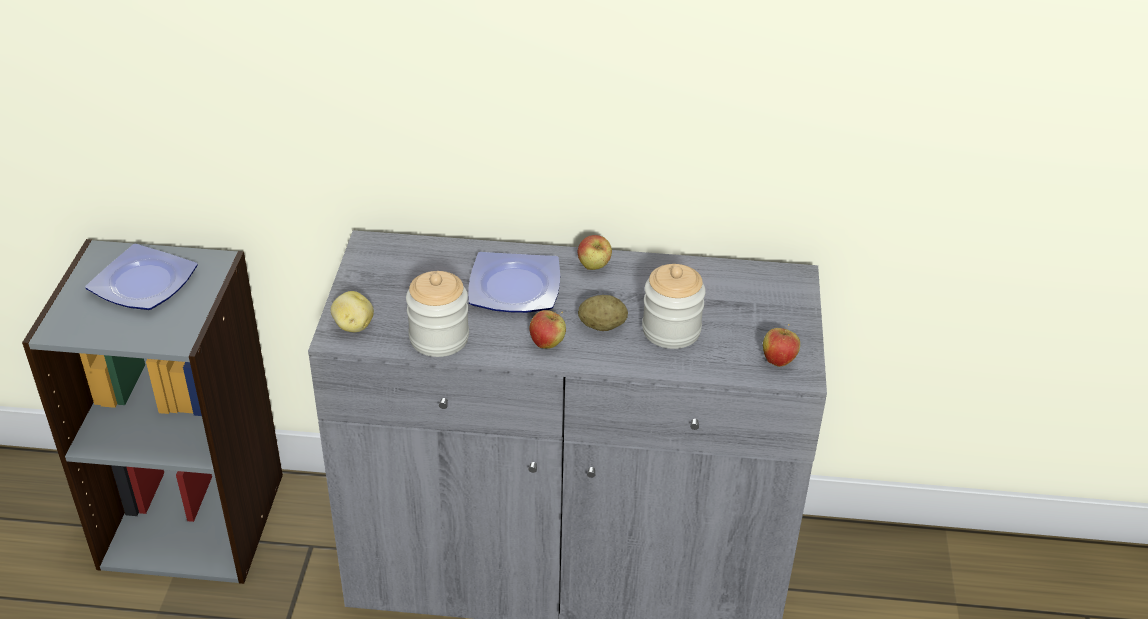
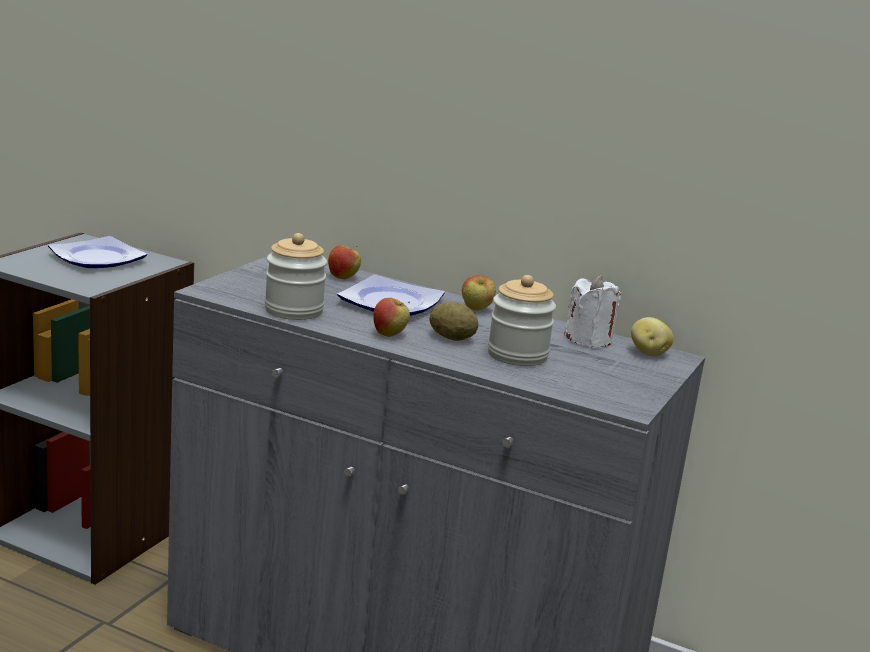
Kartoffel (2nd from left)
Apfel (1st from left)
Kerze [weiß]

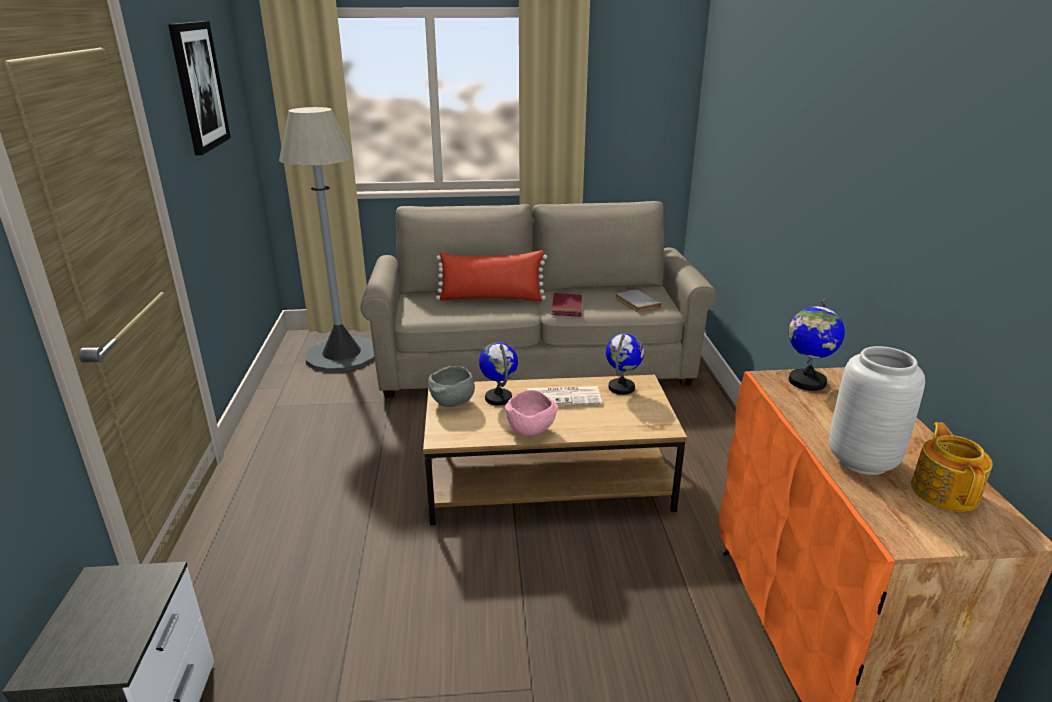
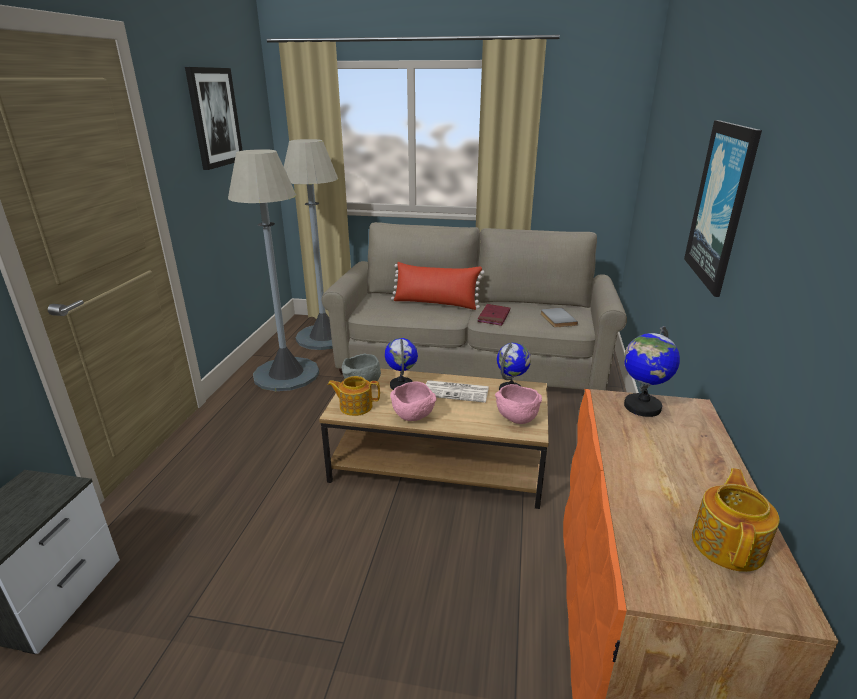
Vase [grau]
Stehlampe [grau] (1st from left)
Teekanne (1st from left)
Schüssel [rosa] (2nd from left)
Bild (2nd from left)

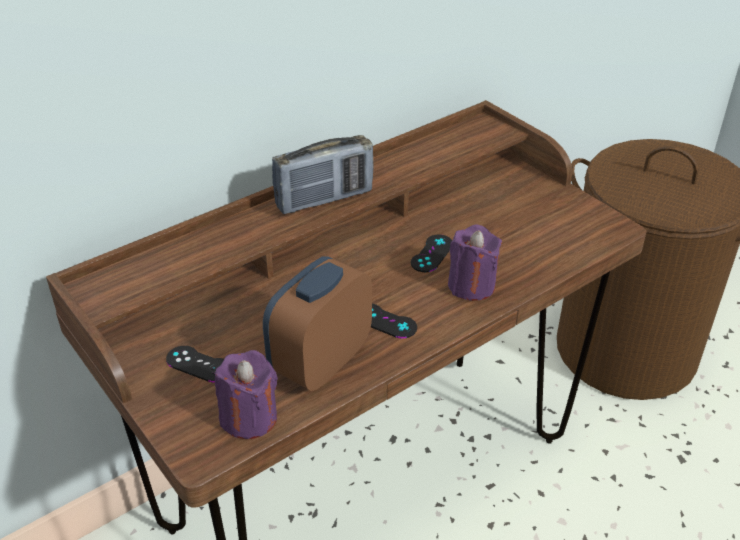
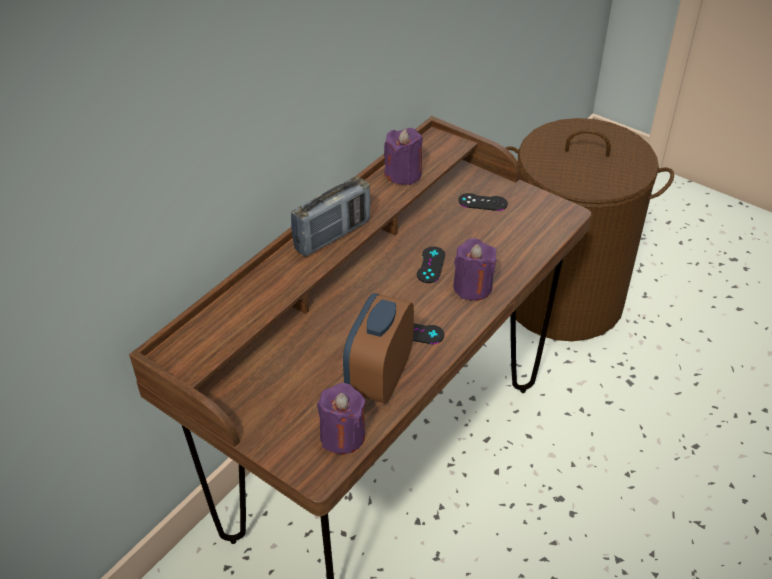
Gamepad [schwarz] (3rd from left)
Kerze [lila] (2nd from left)

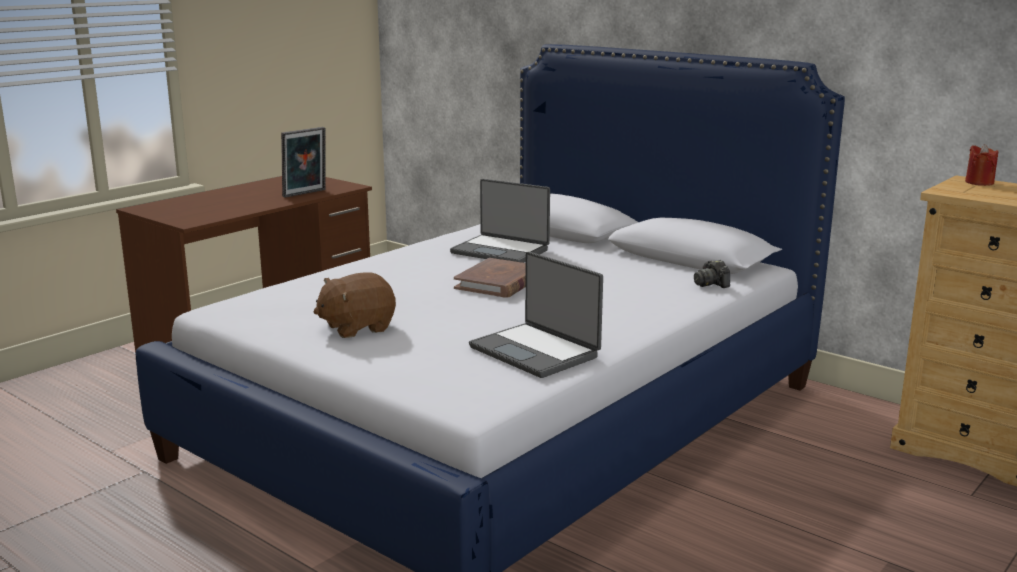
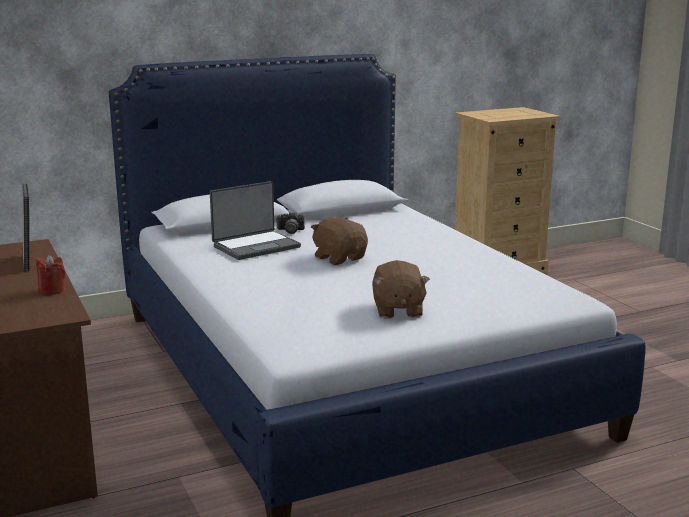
Plüschtier [braun] (1st from left)
Laptop (2nd from left in the first image)
Kamera
Kerze [rot]

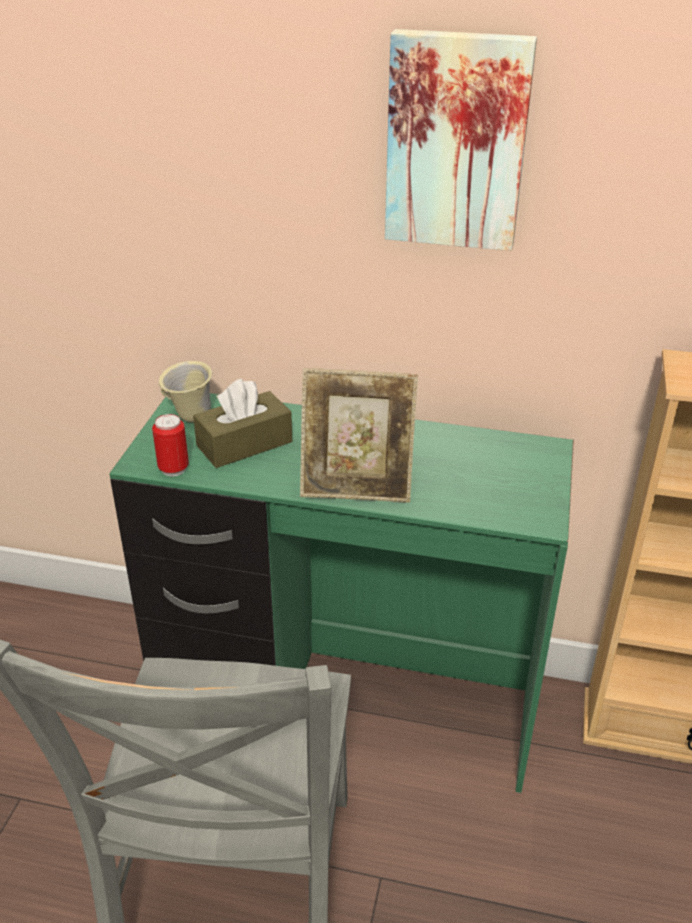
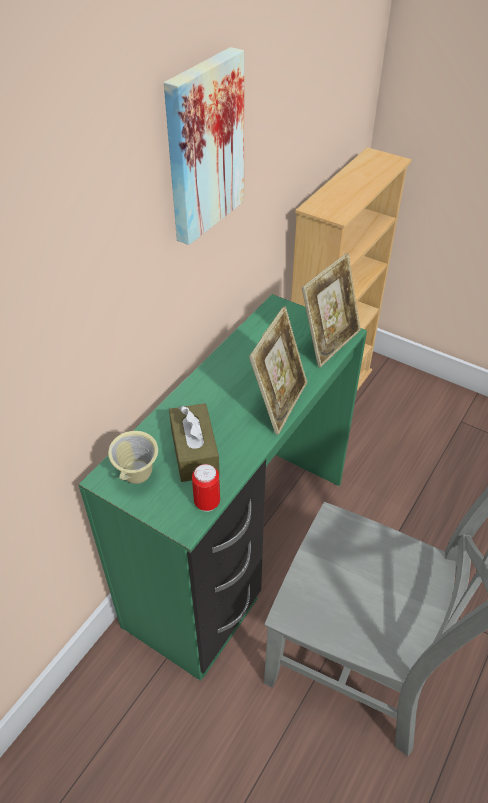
Bilderrahmen (2nd from left)

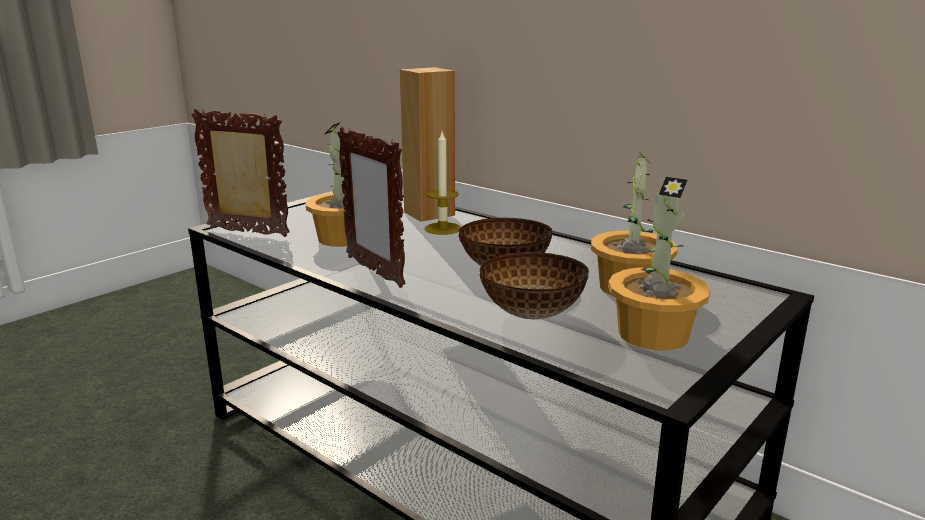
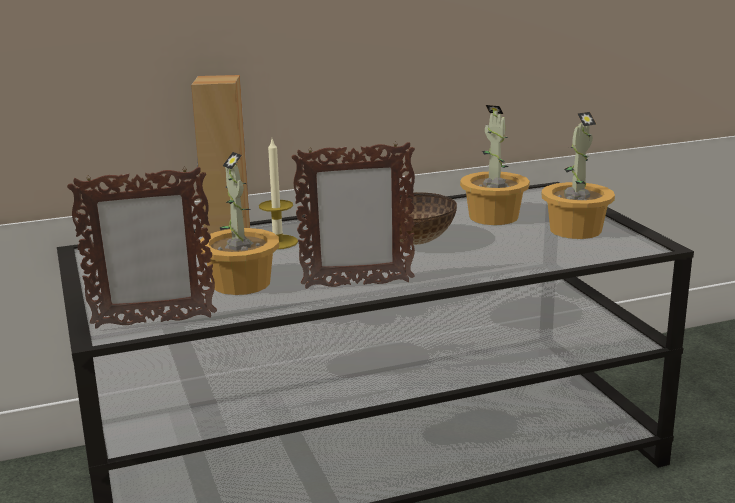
Bilderrahmen (1st from left)
Schüssel (2nd from left in the first image)

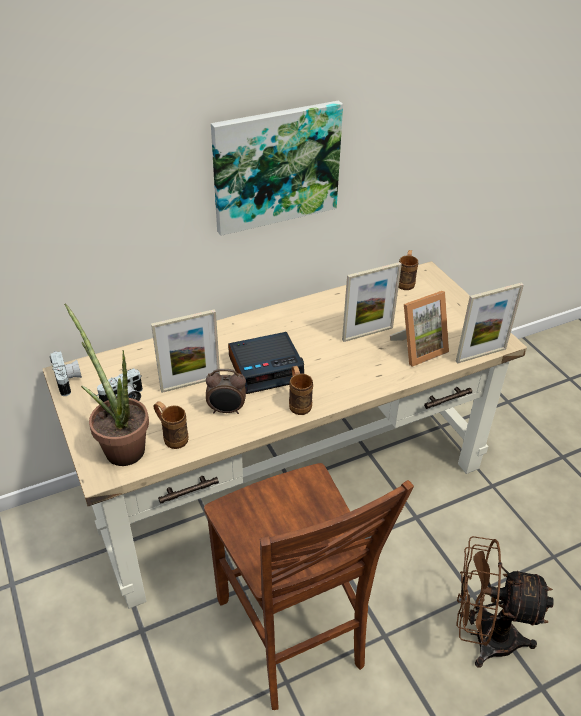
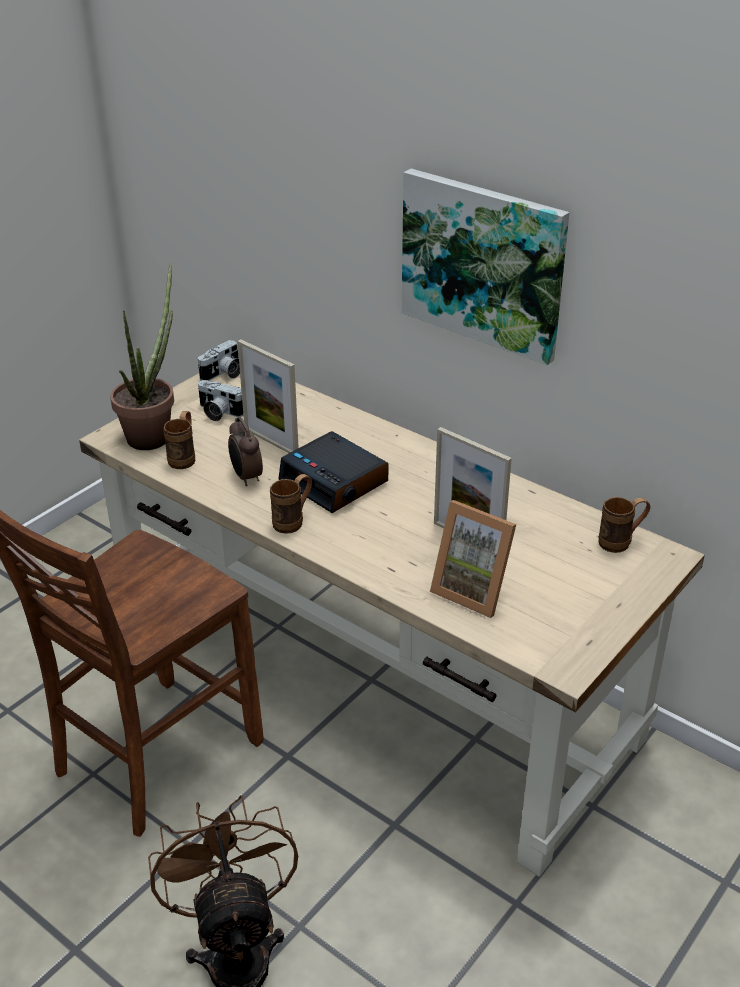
Bilderrahmen (4th from left in the first image)

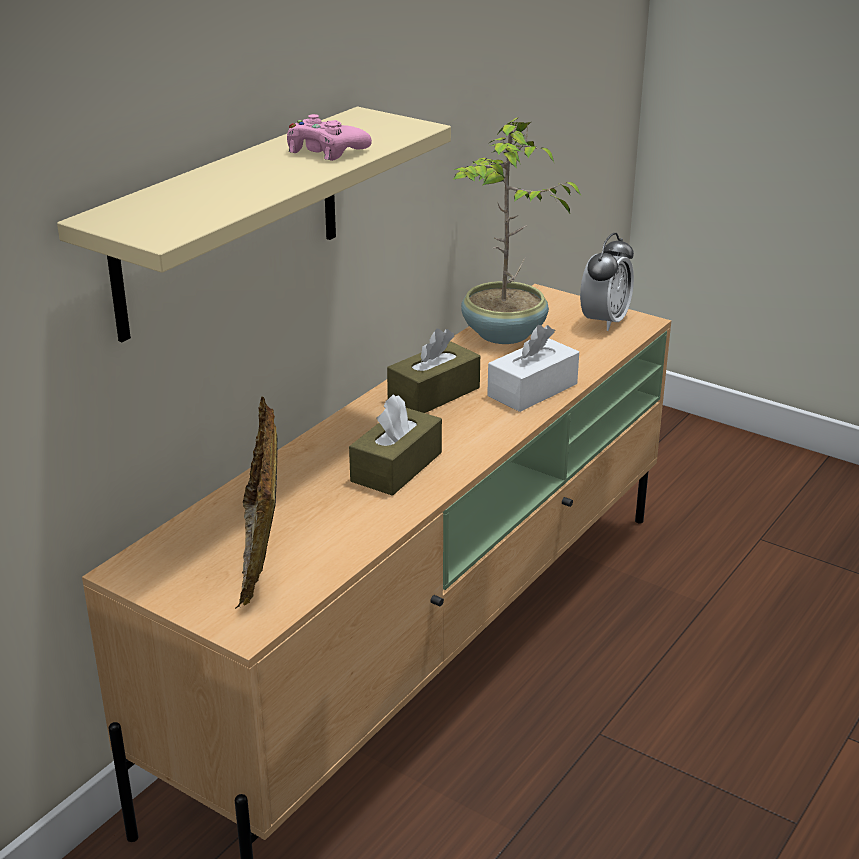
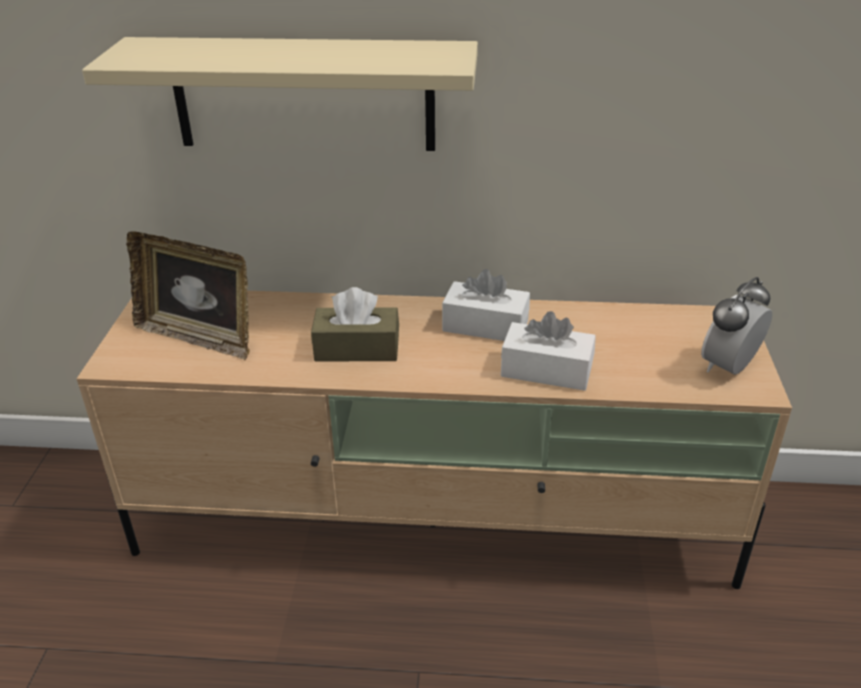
Bilderrahmen
Gamepad [rosa]
Taschentuchbox [weiß] (1st from left)
Topfpflanze
Wecker

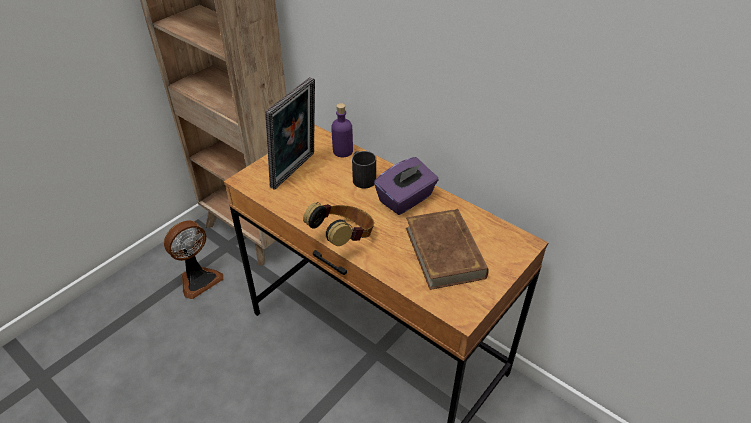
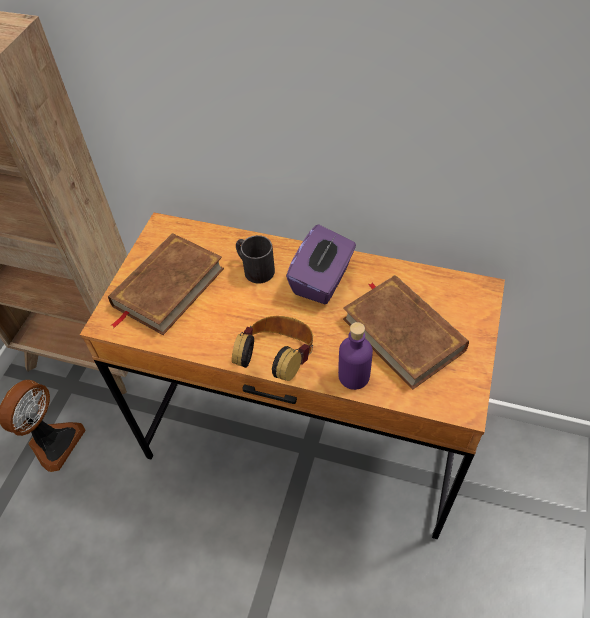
Buch [braun] (1st from left)
Flasche [lila]

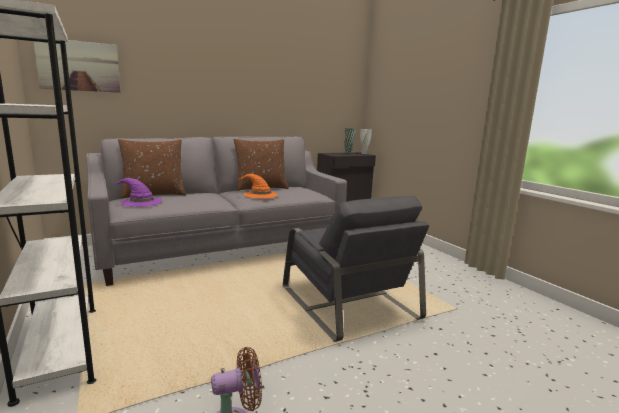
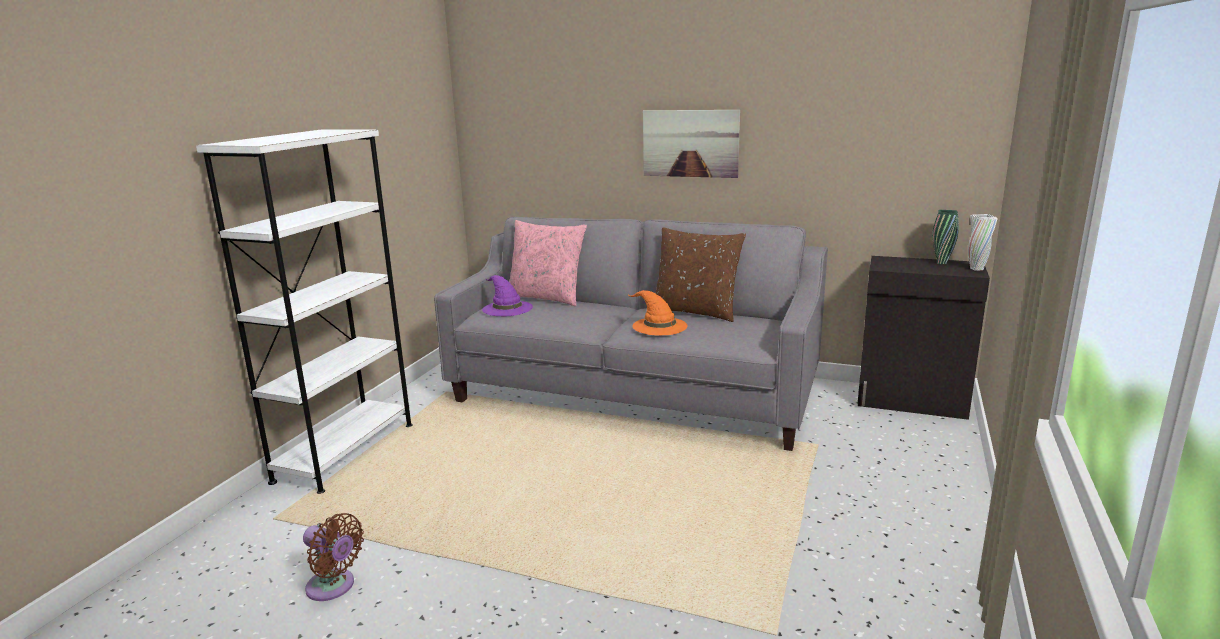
Bild
Kissen [rosa]
Sessel [grau]

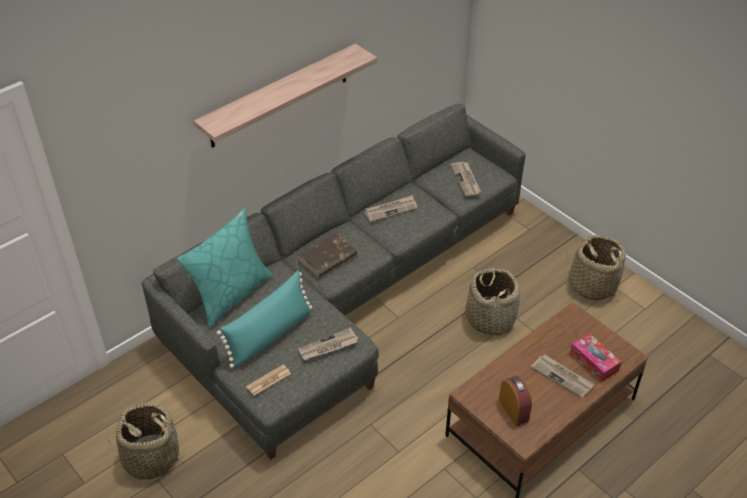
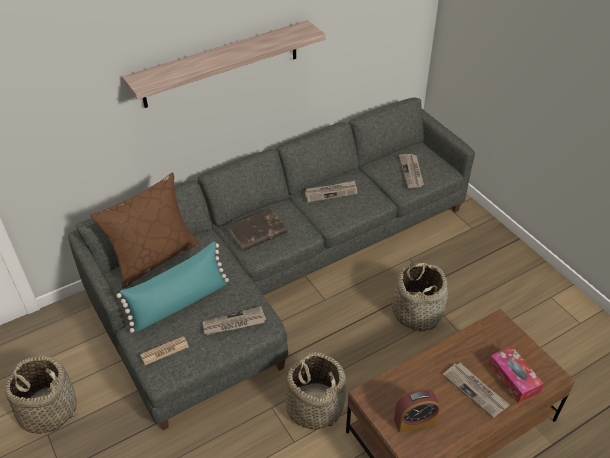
Kissen [braun]
Wecker
Korb (2nd from left)

